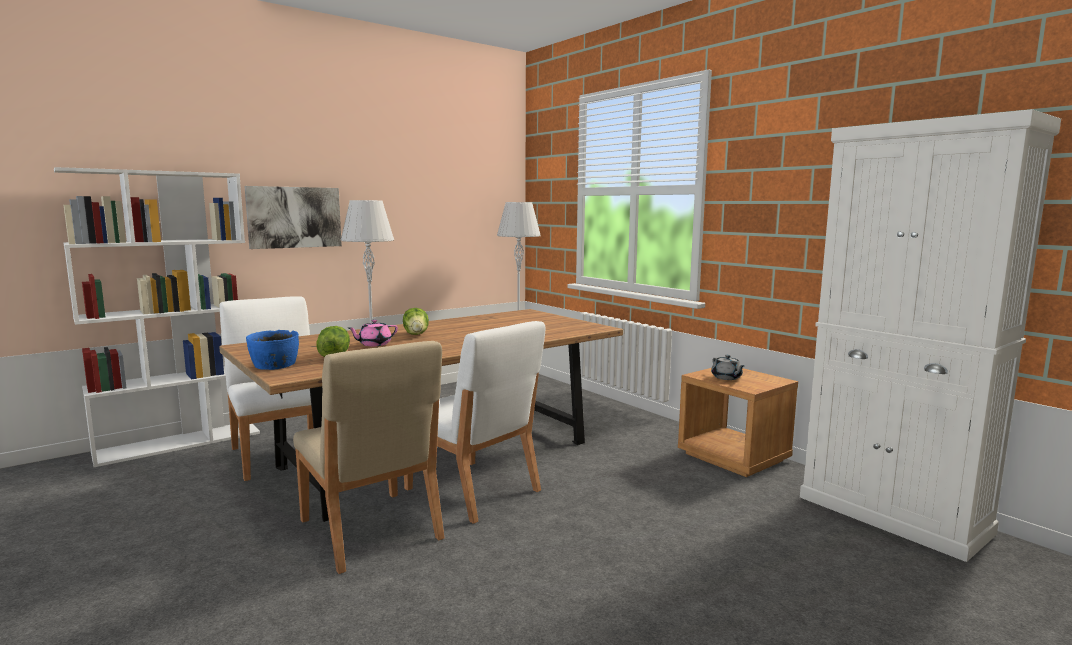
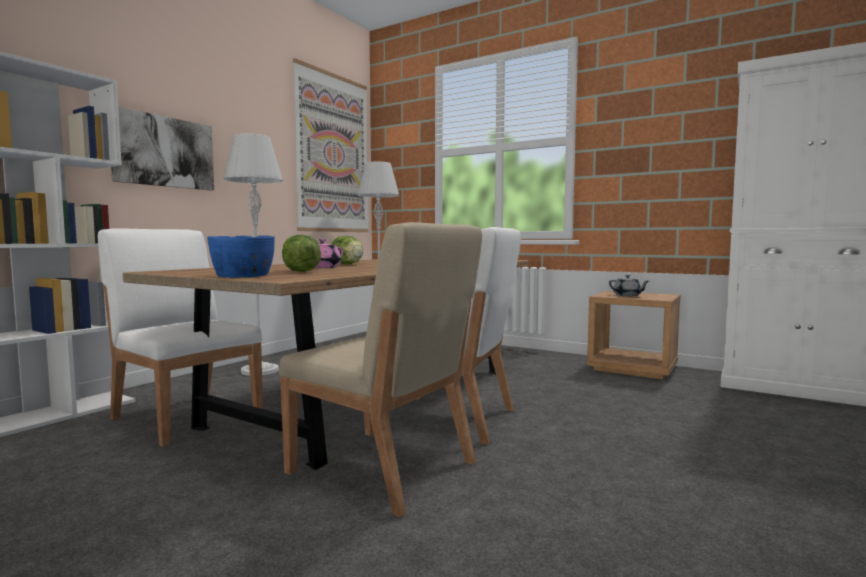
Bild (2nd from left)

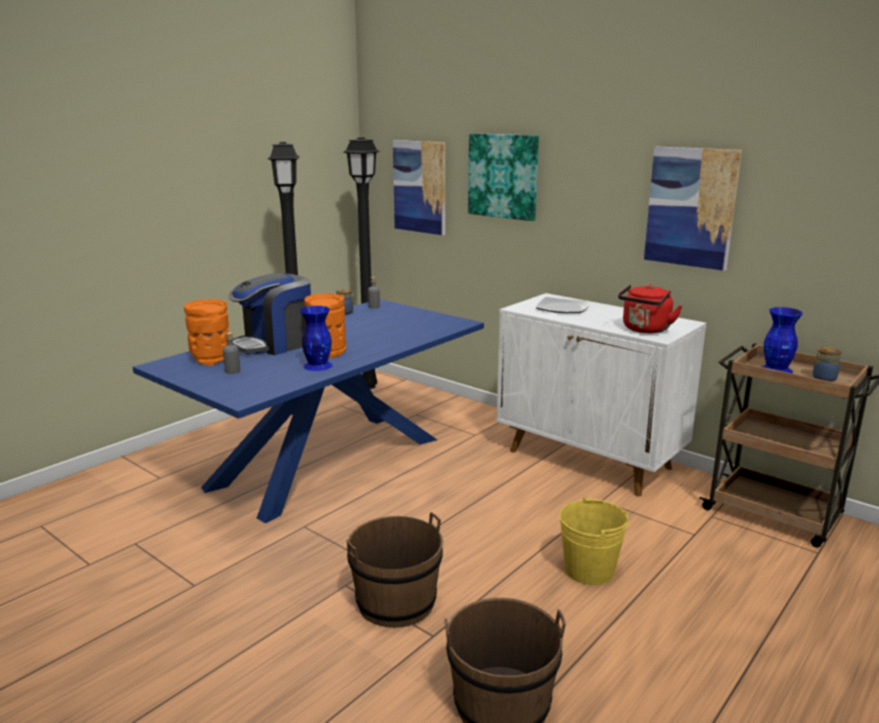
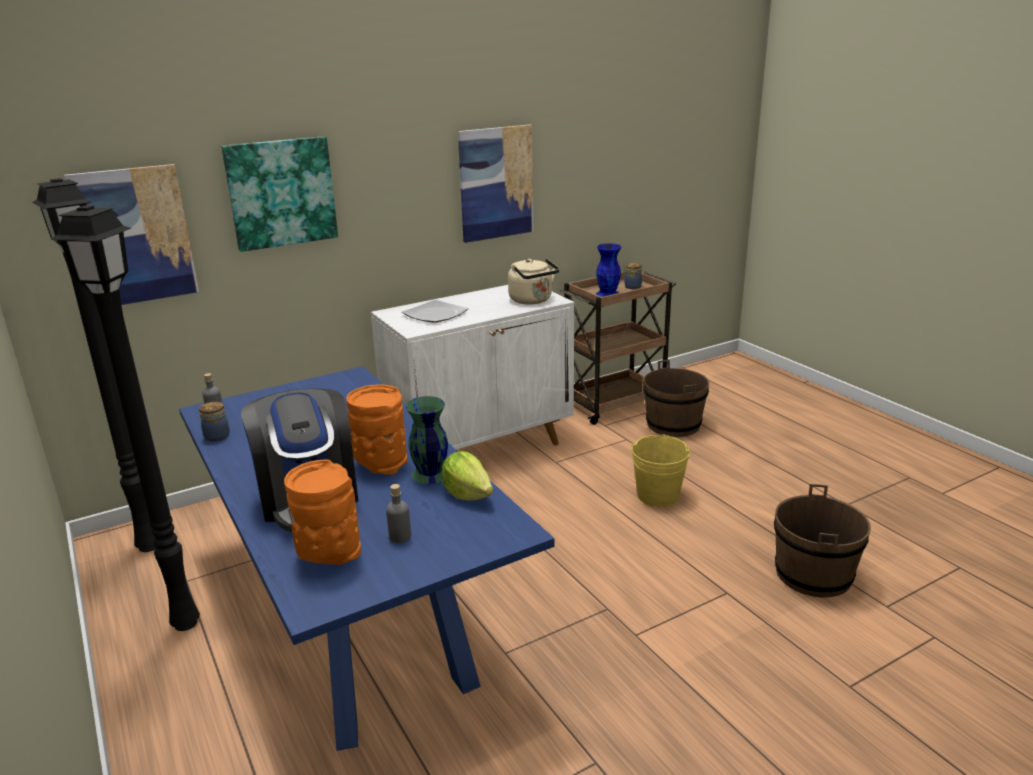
Vase [grün]
Eimer [braun] (1st from left)
Wasserkessel [beige]
Salatkopf

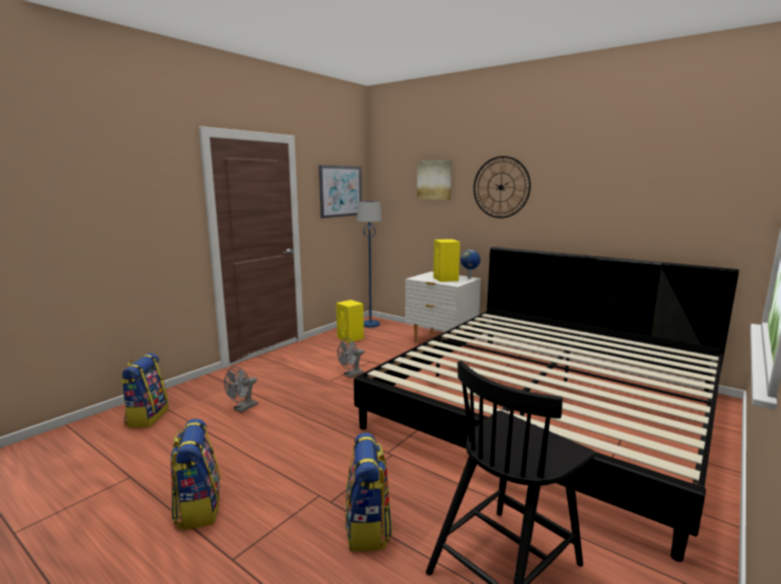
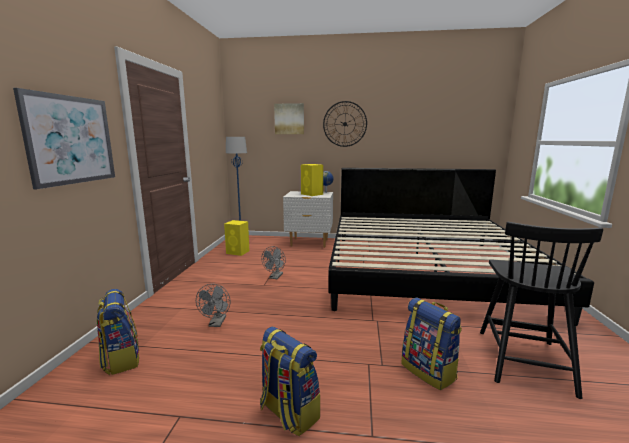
Bild (1st from left)

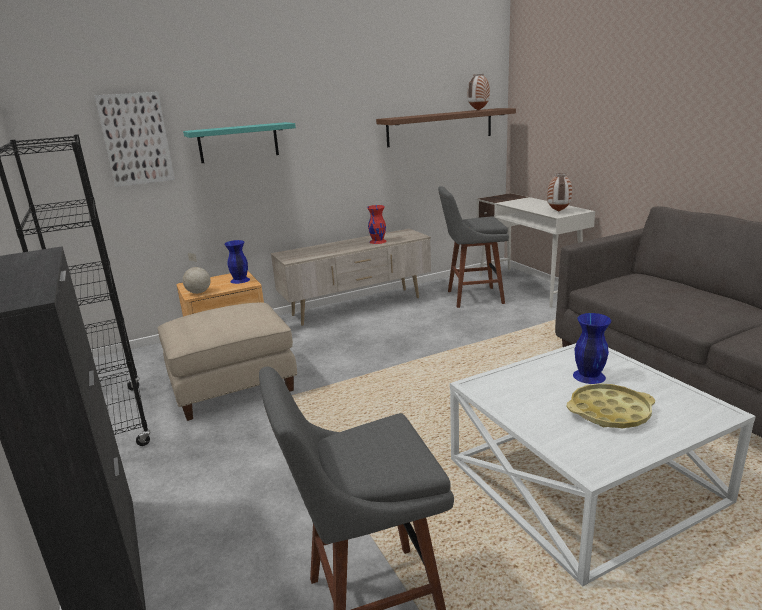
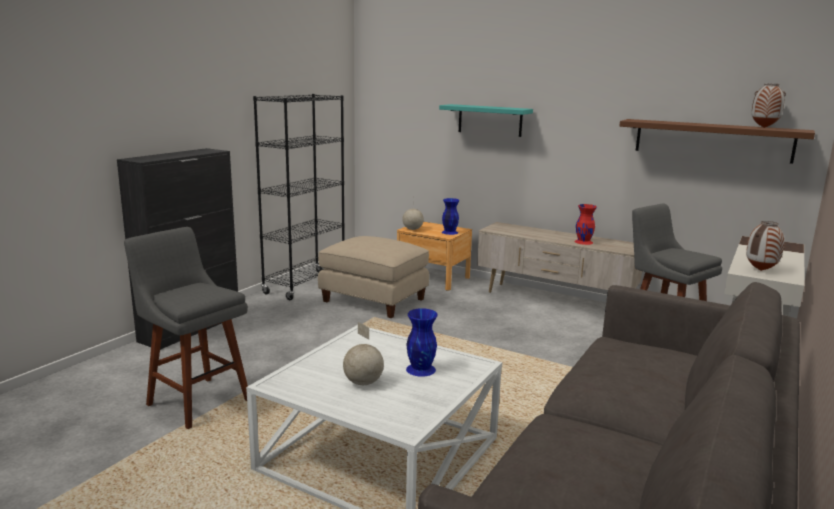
Bild
Globus (1st from left)

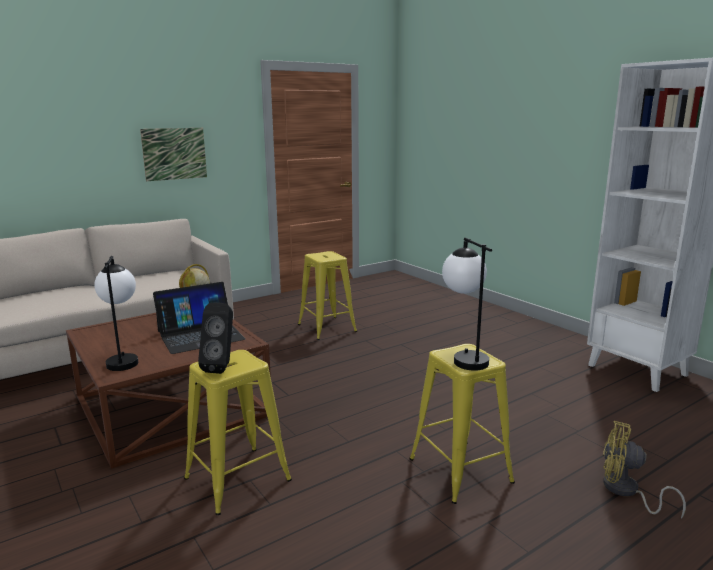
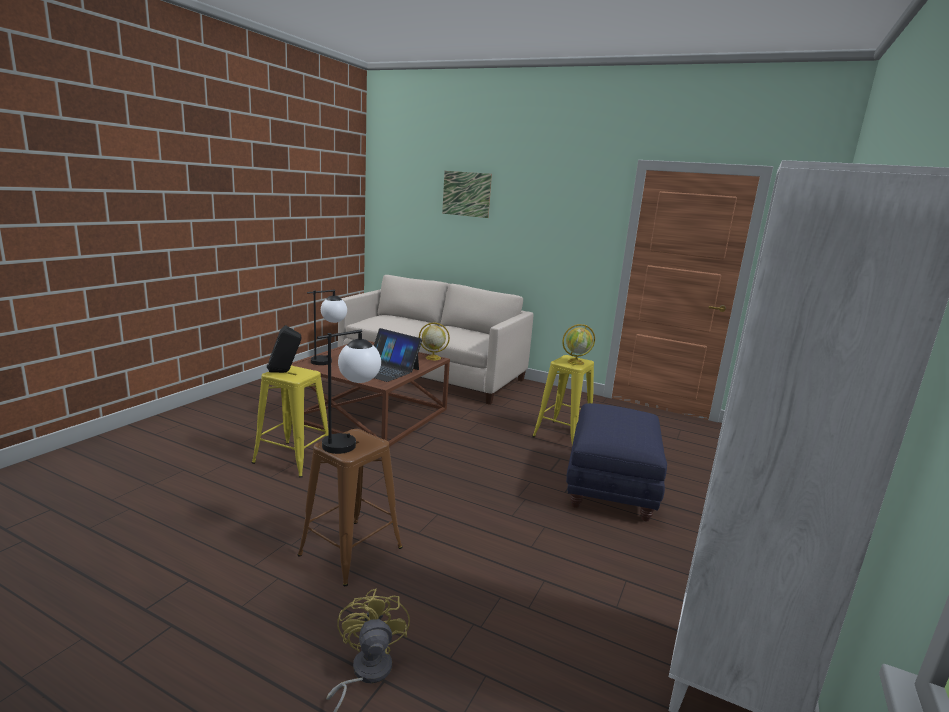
Bild
Hocker [braun]
Globus (2nd from left)
Polsterhocker [blau]

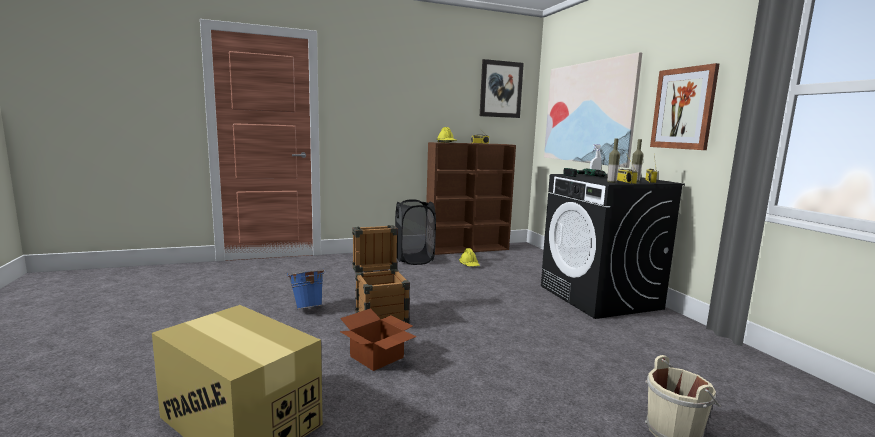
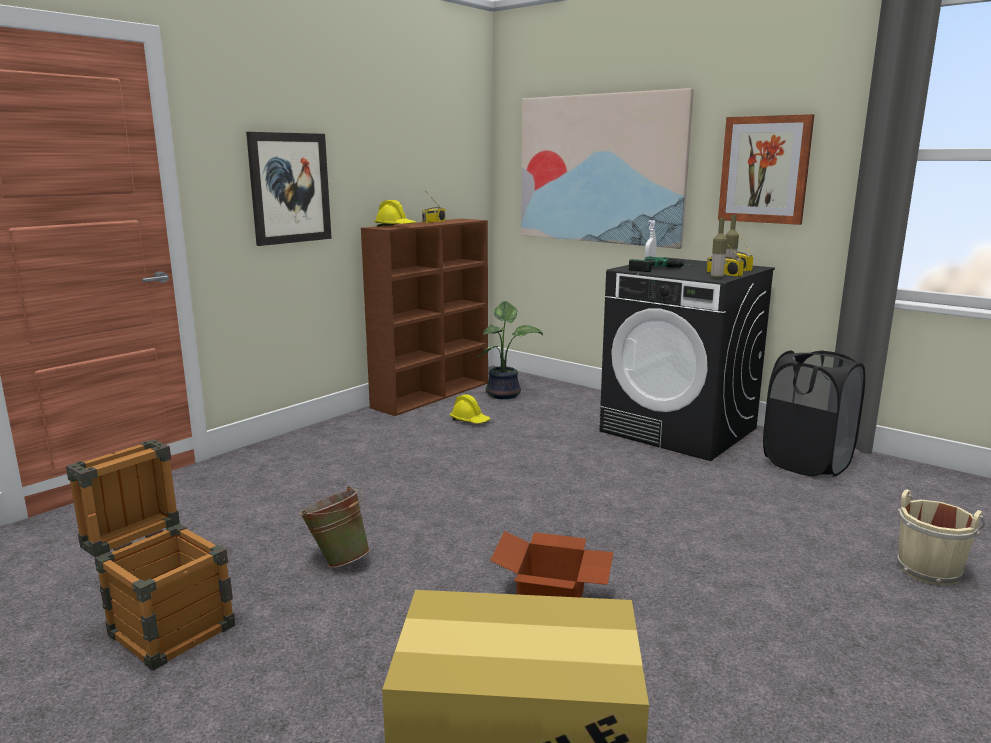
Eimer [grün]
Kiste
Wäschekorb [schwarz]
Bild (1st from left)
Topfpflanze

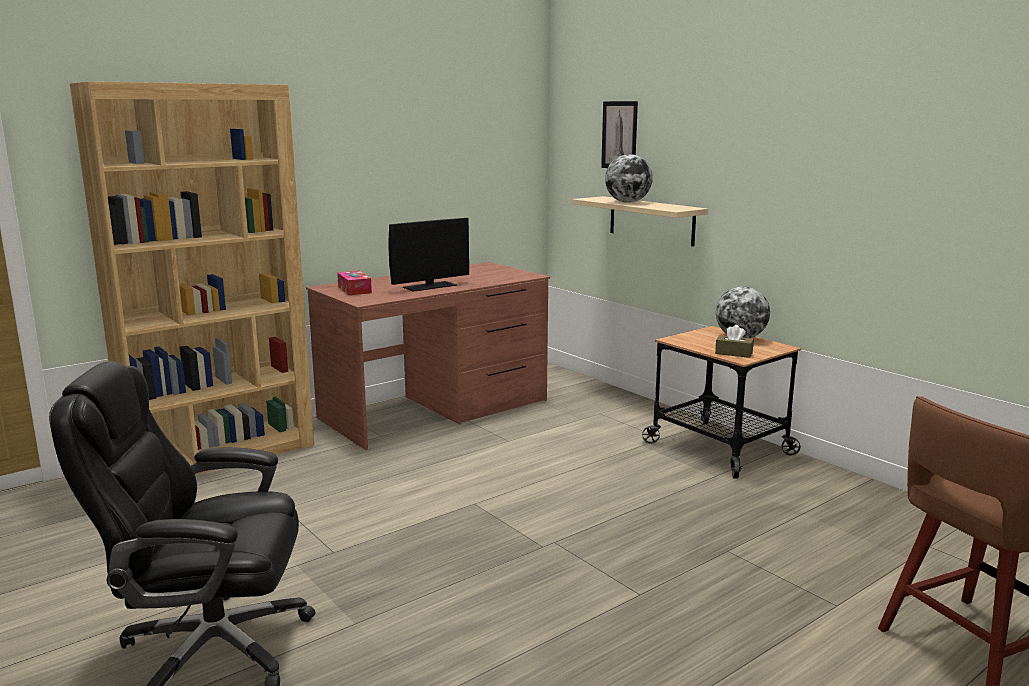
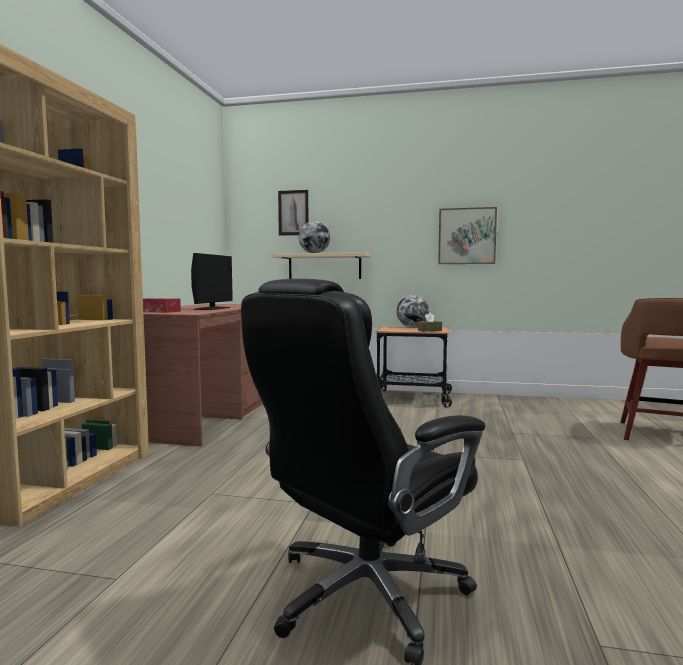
Bild (2nd from left)

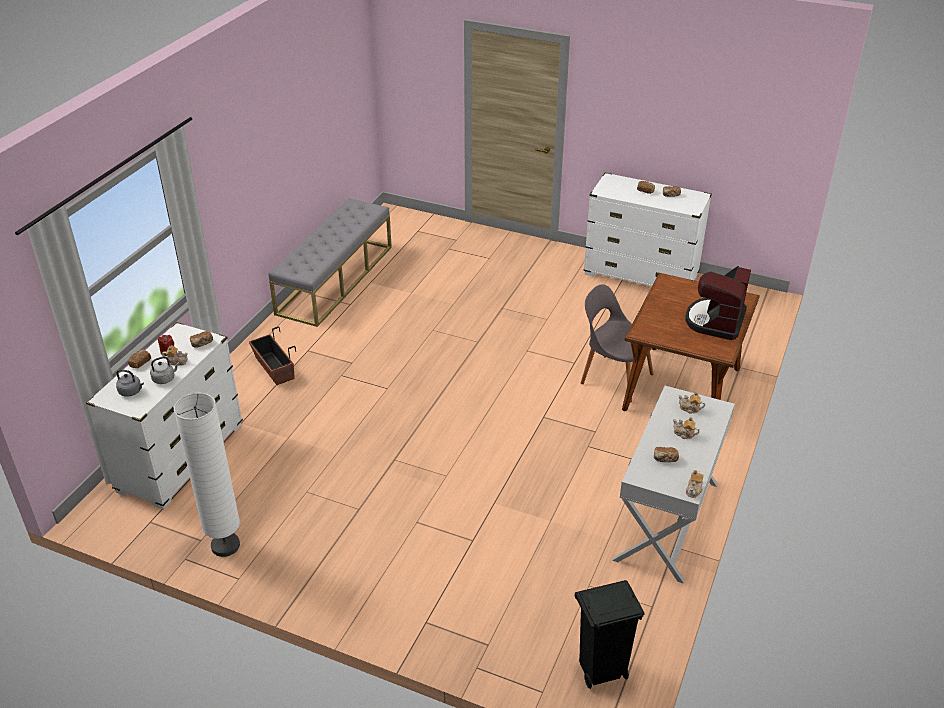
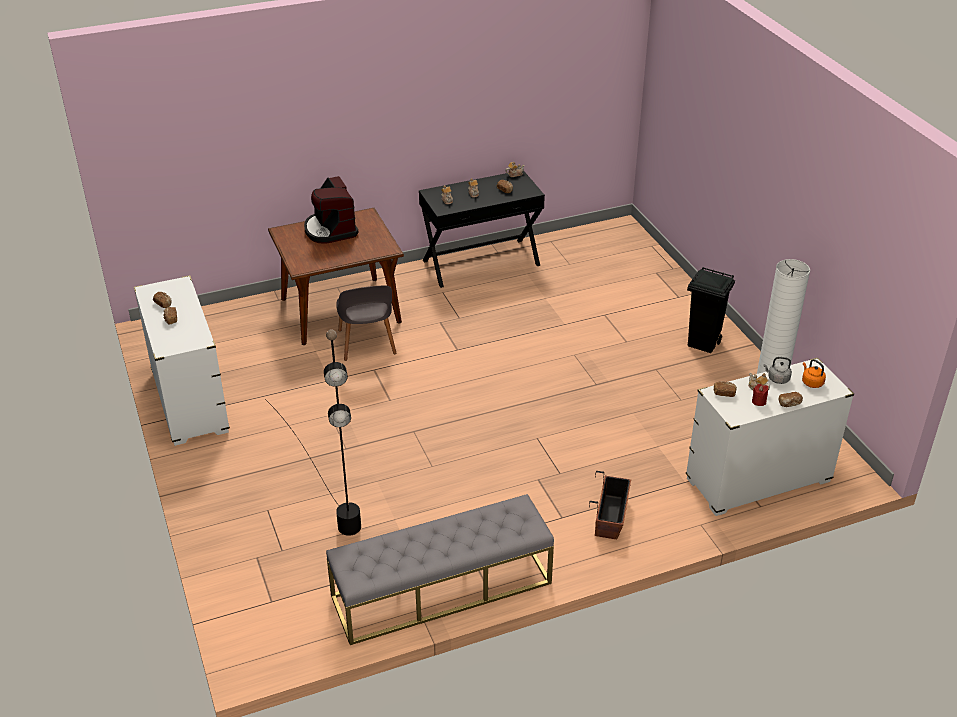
Wasserkessel [orange]
Mülleimer [schwarz]
Konsolentisch [schwarz]
Kaffeemaschine
Stehlampe [schwarz]

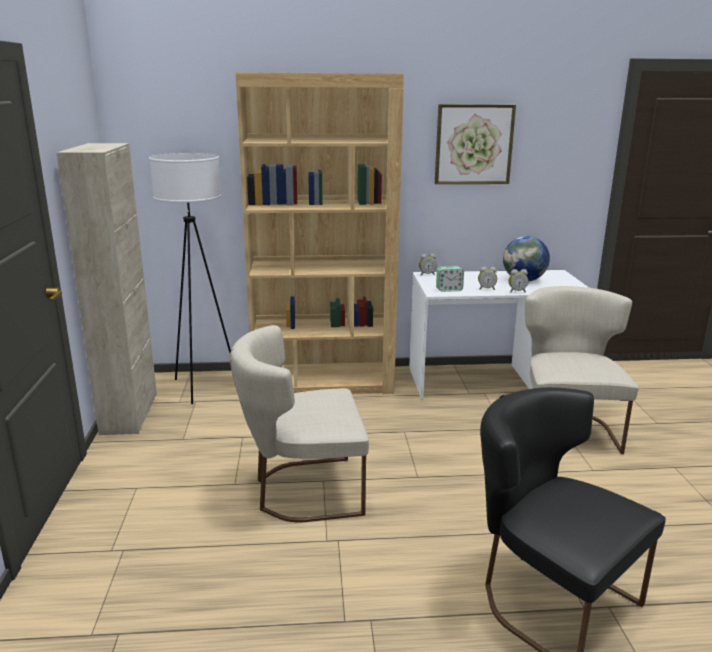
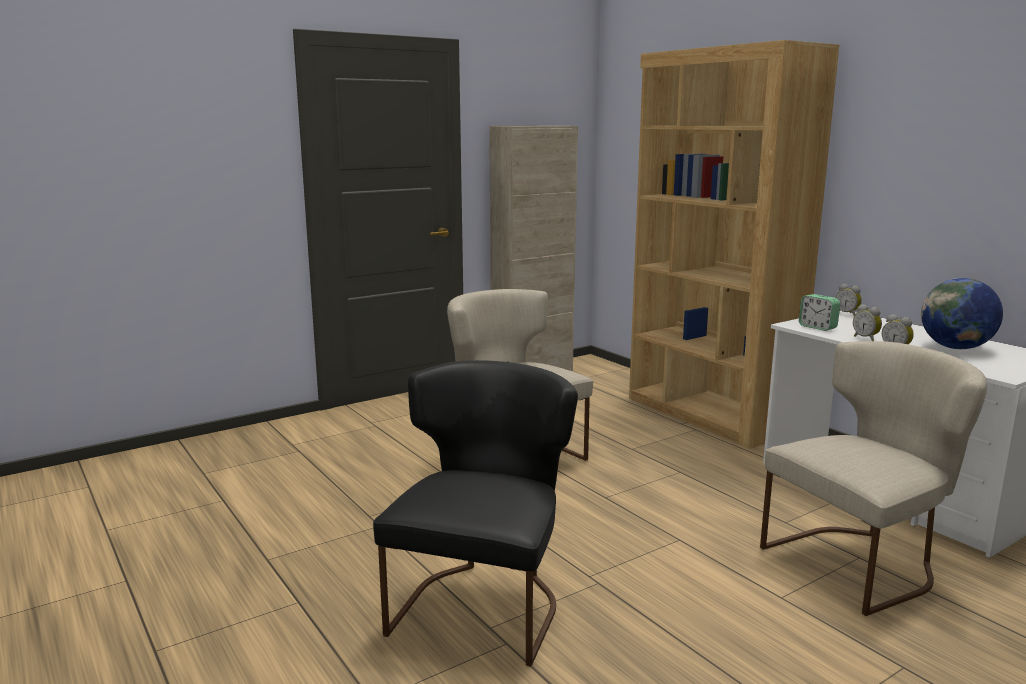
Stehlampe [weiß]
Bild

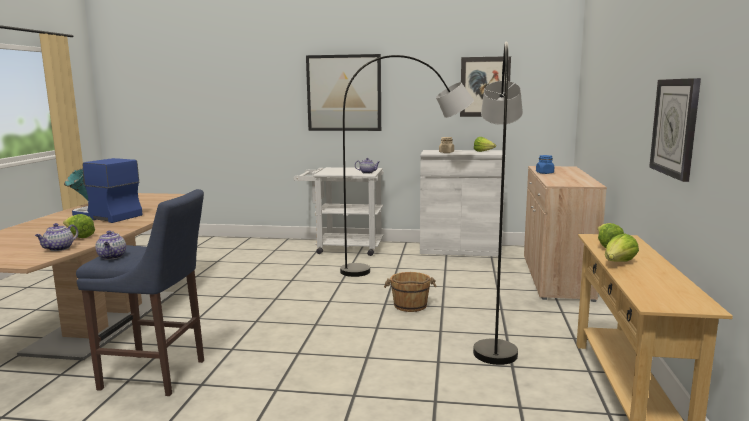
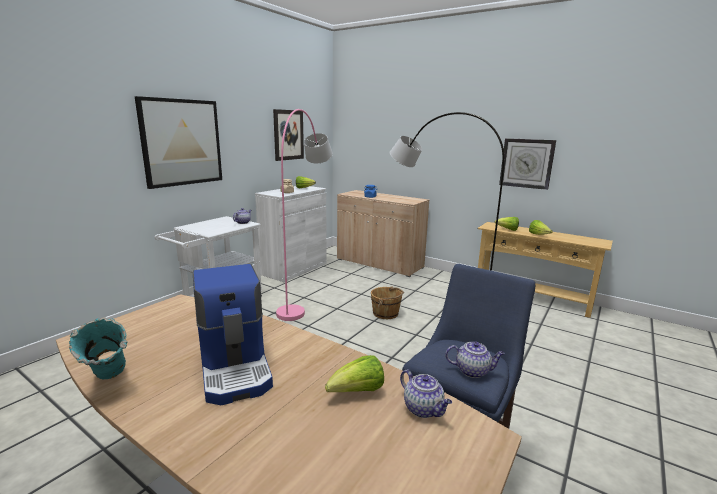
Kaffeemaschine
Stehlampe [rosa]

